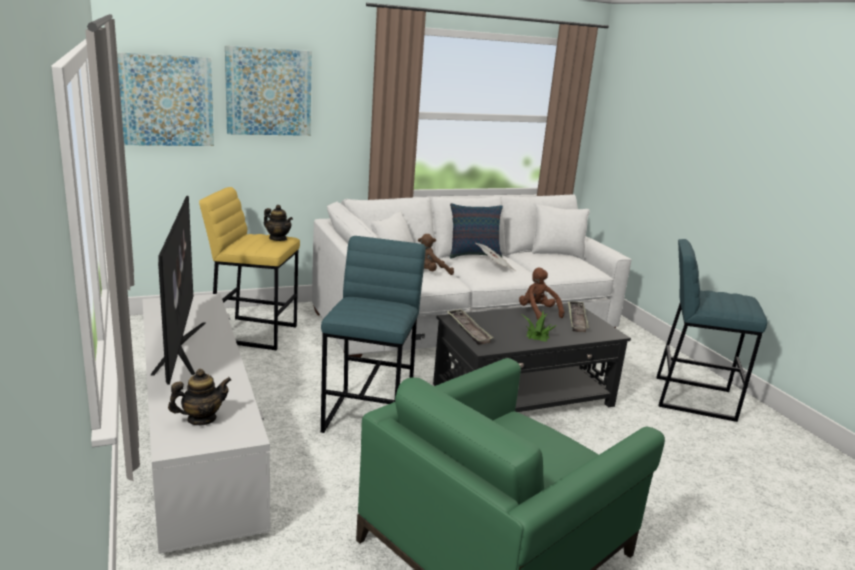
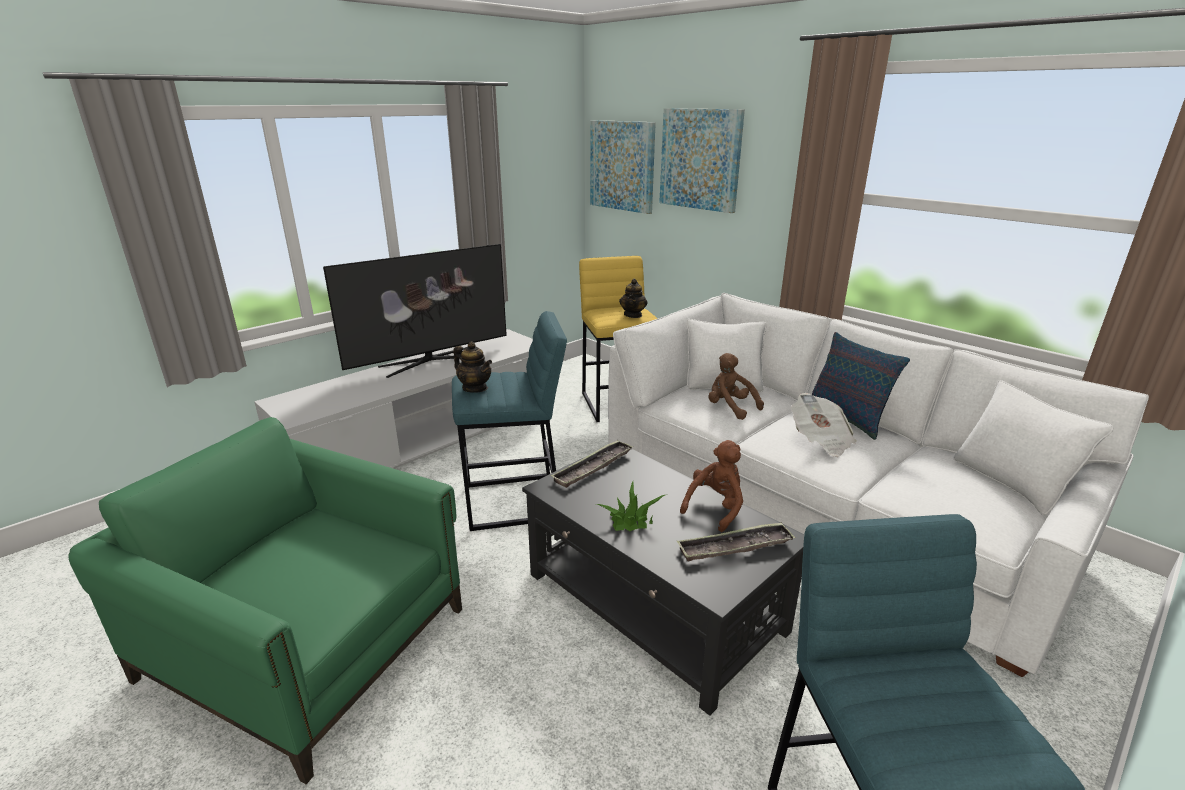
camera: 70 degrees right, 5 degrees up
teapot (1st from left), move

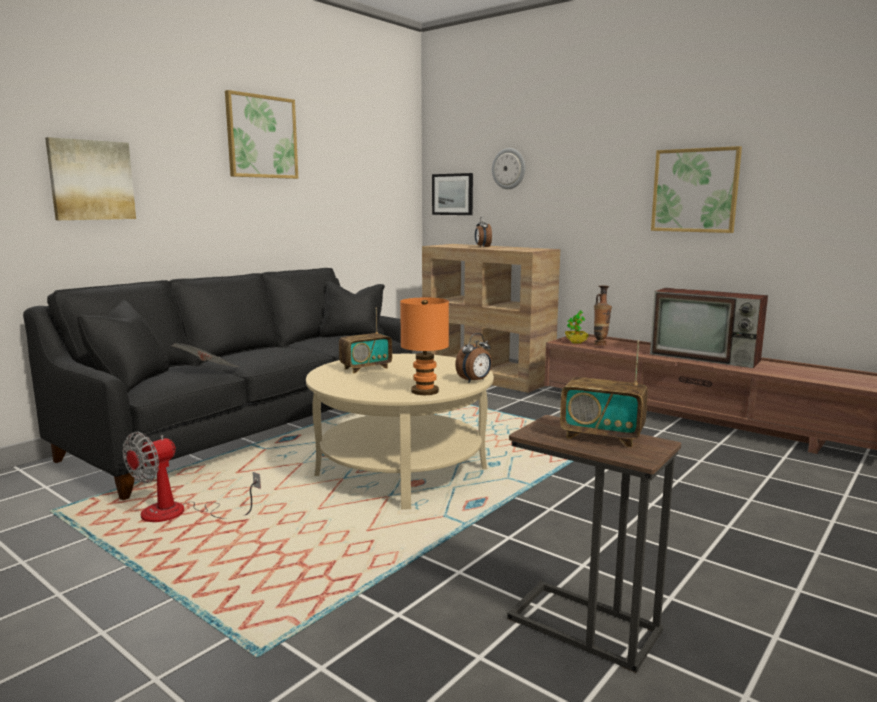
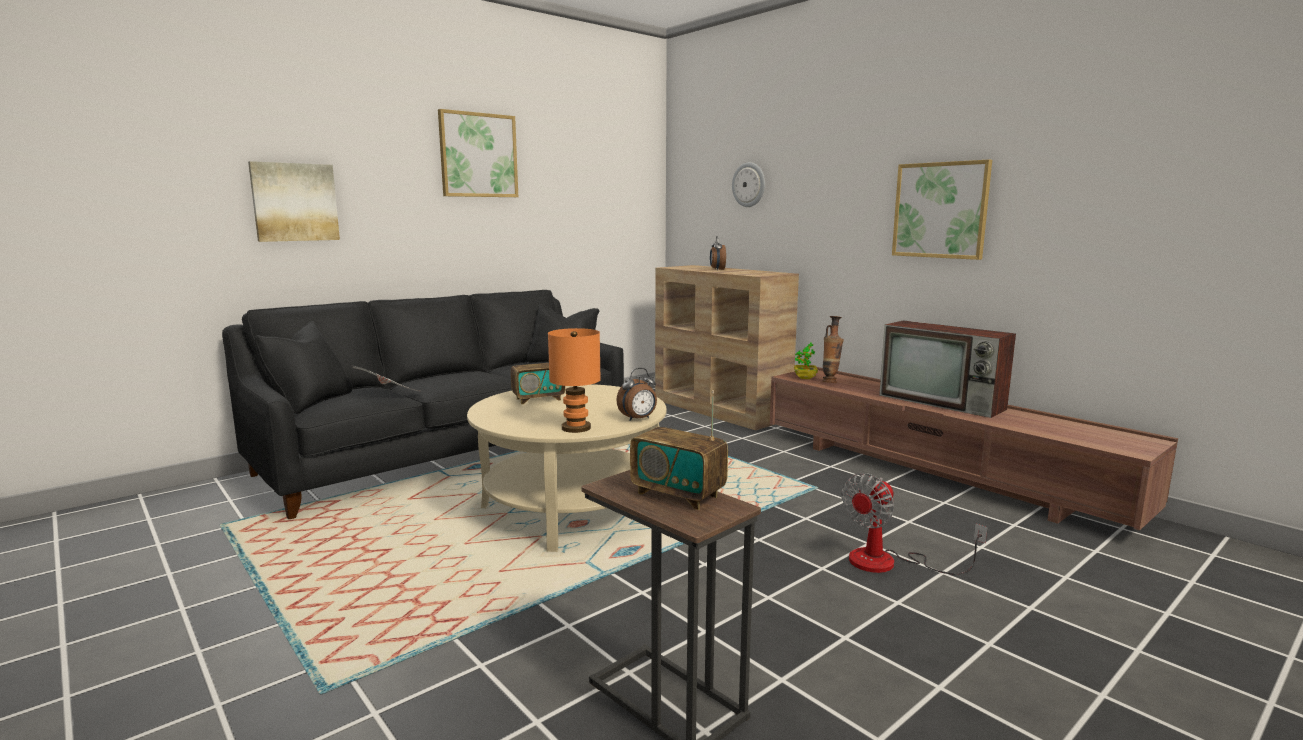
camera: 10 degrees right, 0 degrees up
picture (3rd from left) => nothing
fan, move

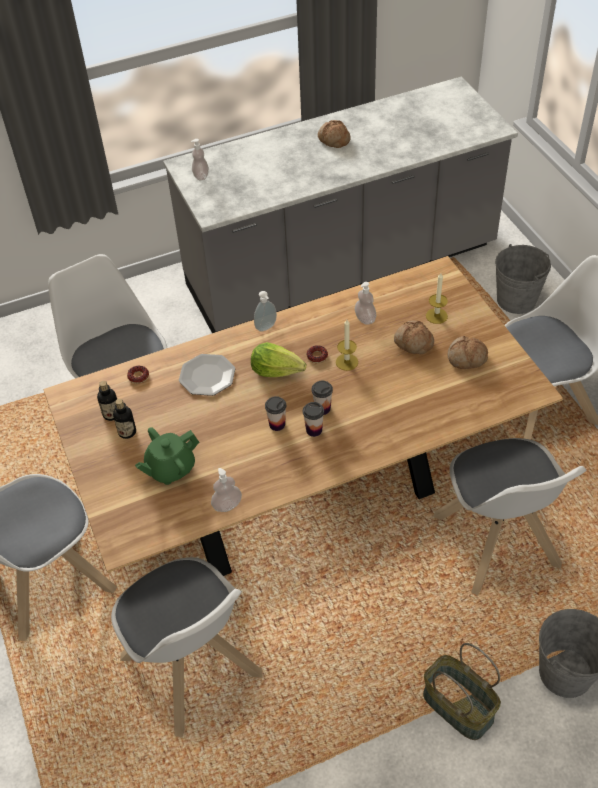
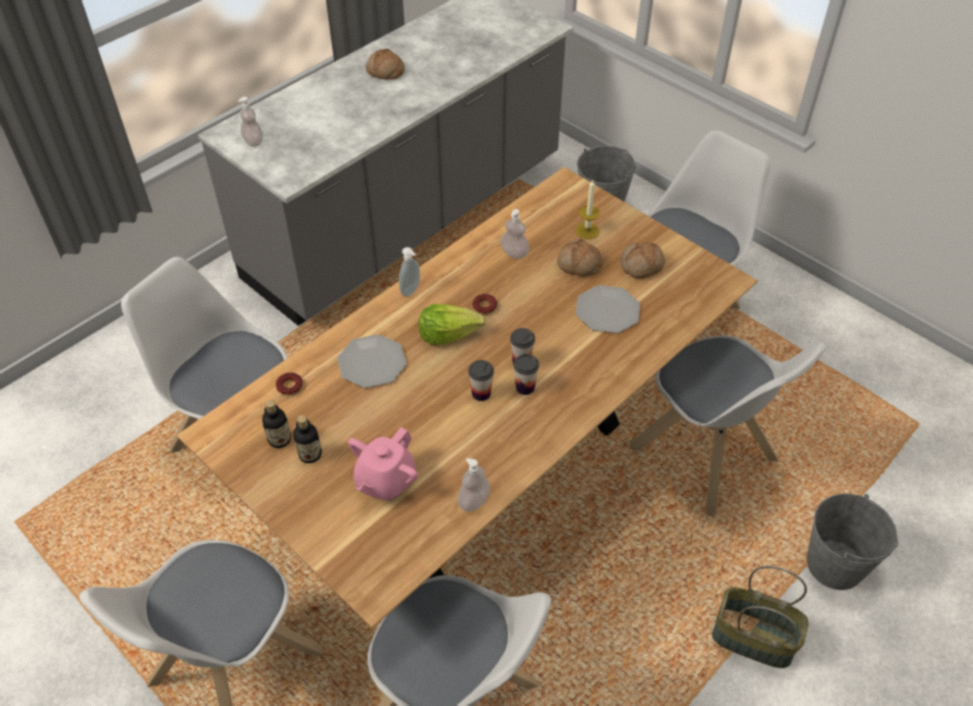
camera: 25 degrees left, 0 degrees up
wax light (1st from left) => nothing
nothing => plate (2nd from left)
teapot (greenish) => teapot (pink-coloured)

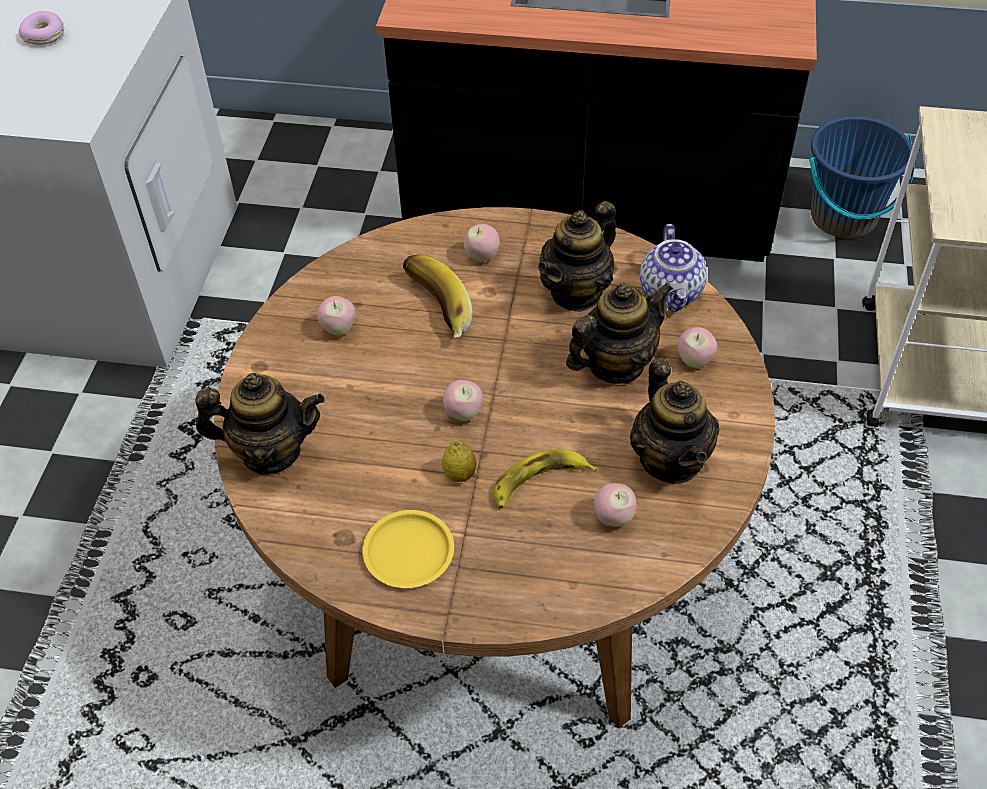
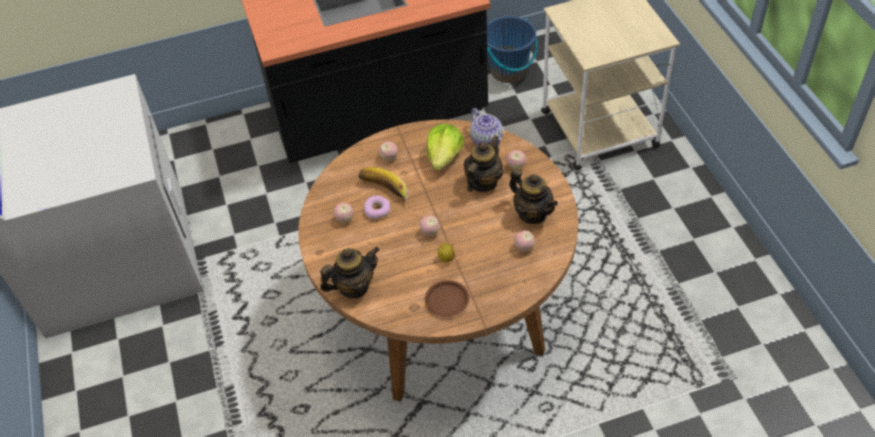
camera: 25 degrees left, 0 degrees up
banana fruit (2nd from left) => nothing
donut, move
teapot (2nd from left) => lettuce
plate (yellow-coloured) => plate (brown-coloured)

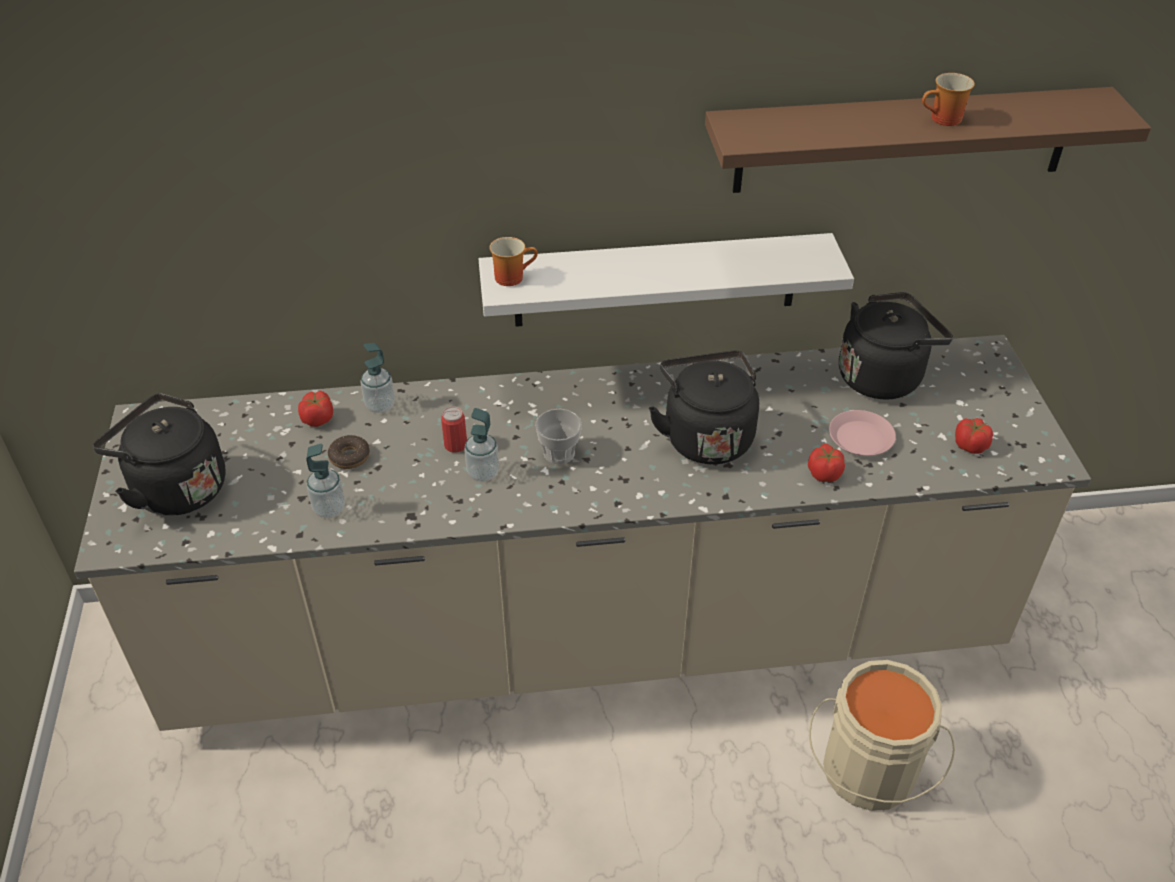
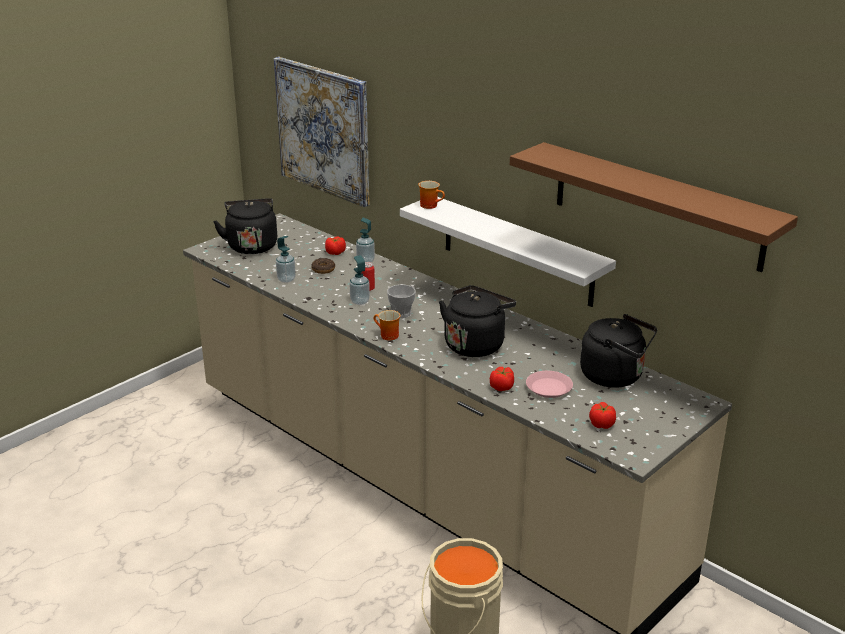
camera: 50 degrees right, 15 degrees down
nothing => picture
tea mug (2nd from left in the first image) => tea mug (1st from left), move

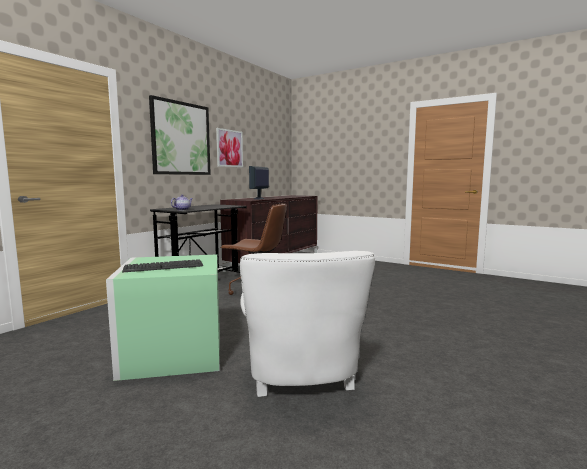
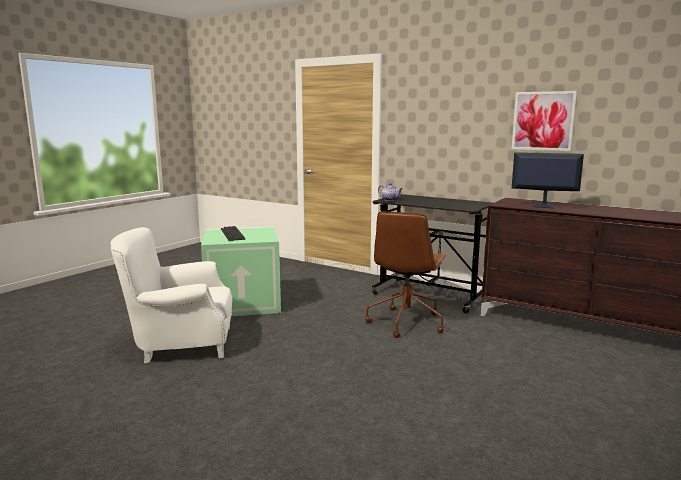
camera: 90 degrees right, 5 degrees up
picture (1st from left) => nothing

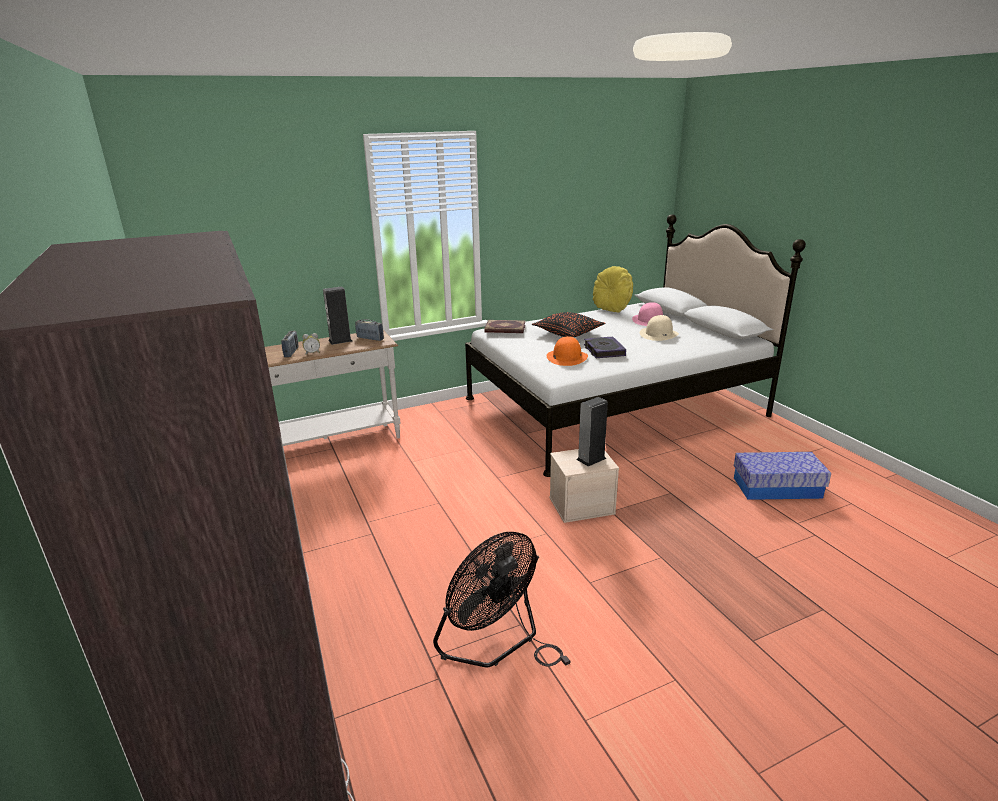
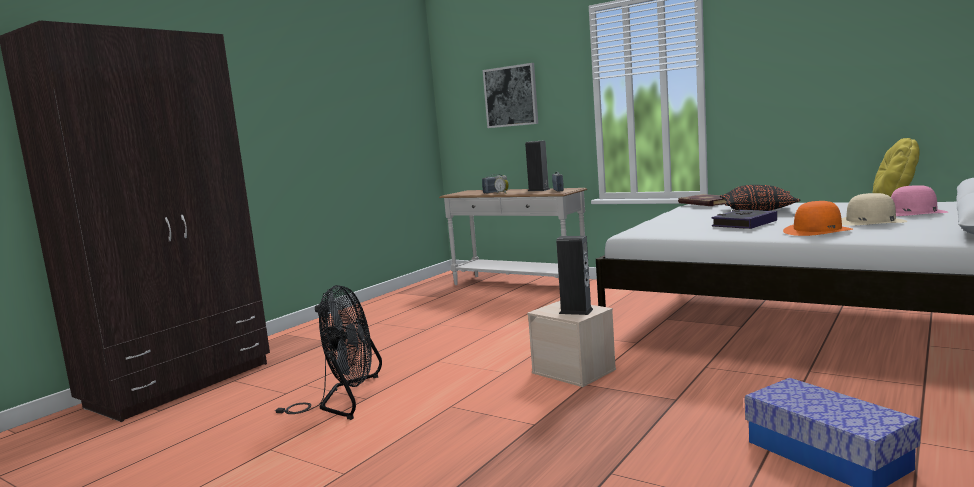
camera: 60 degrees right, 15 degrees down
nothing => picture
hat (orange), move
fan (blackish), 75 degrees clockwise

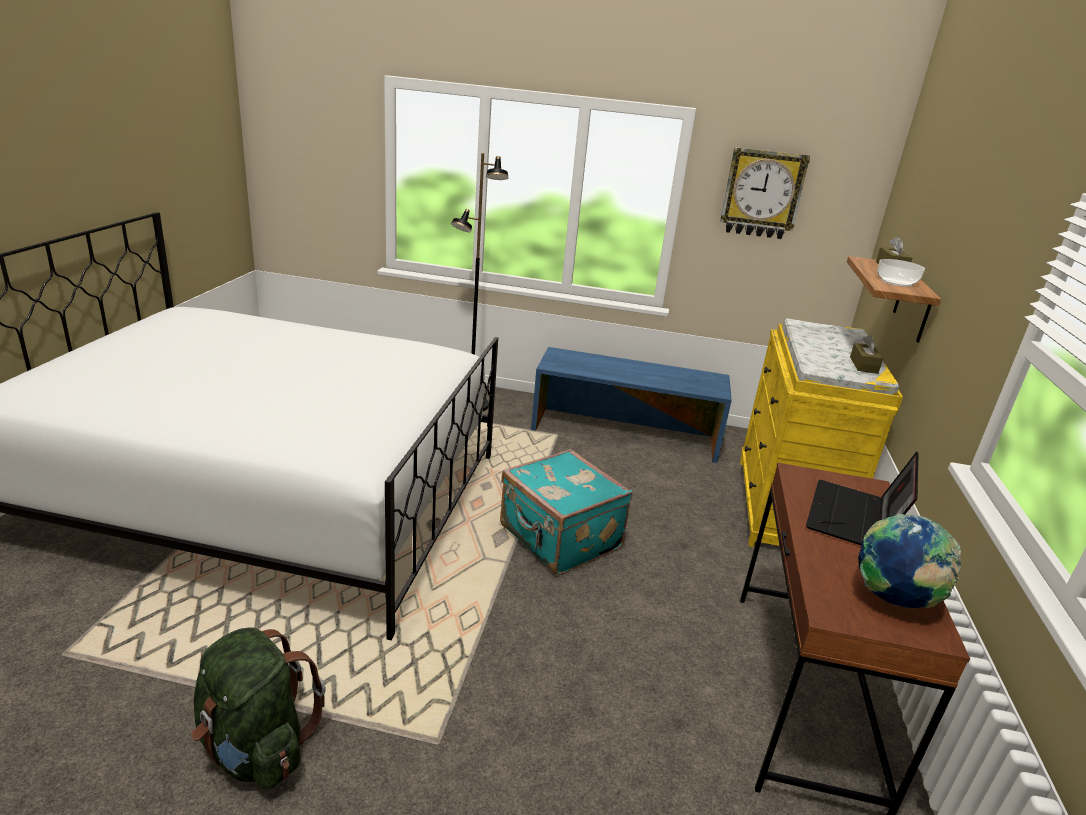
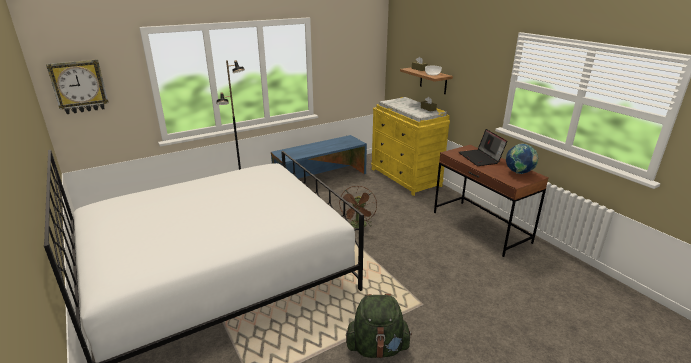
camera: 40 degrees left, 0 degrees up
clock on the wall, move
travel case (turquoise-coloured) => fan (brown-coloured)

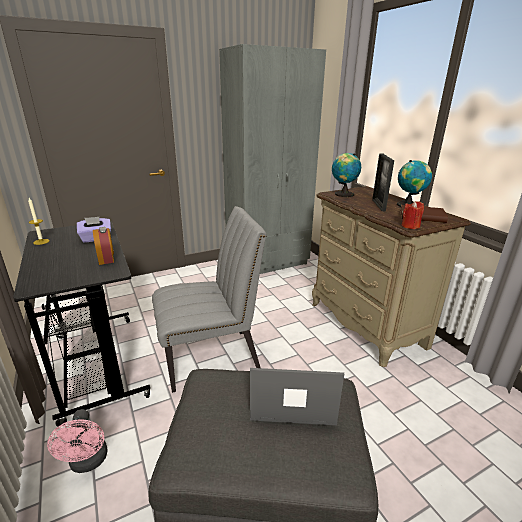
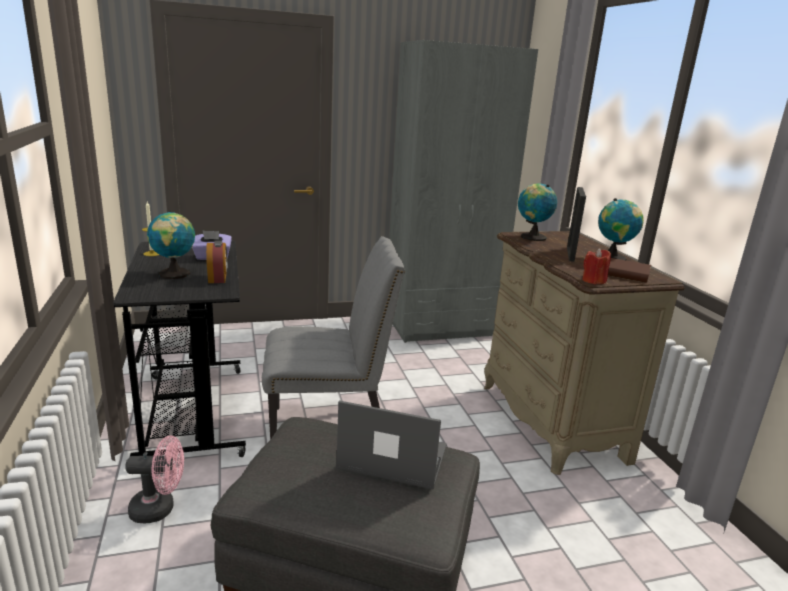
camera: 10 degrees right, 5 degrees down
nothing => desk globe (1st from left)
fan (pink-coloured), 90 degrees counterclockwise

